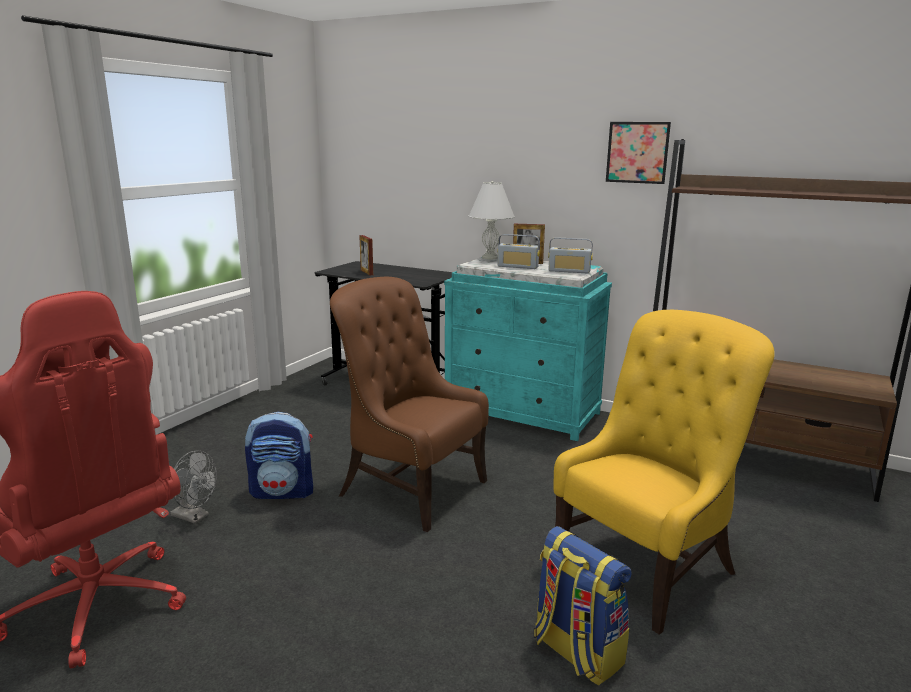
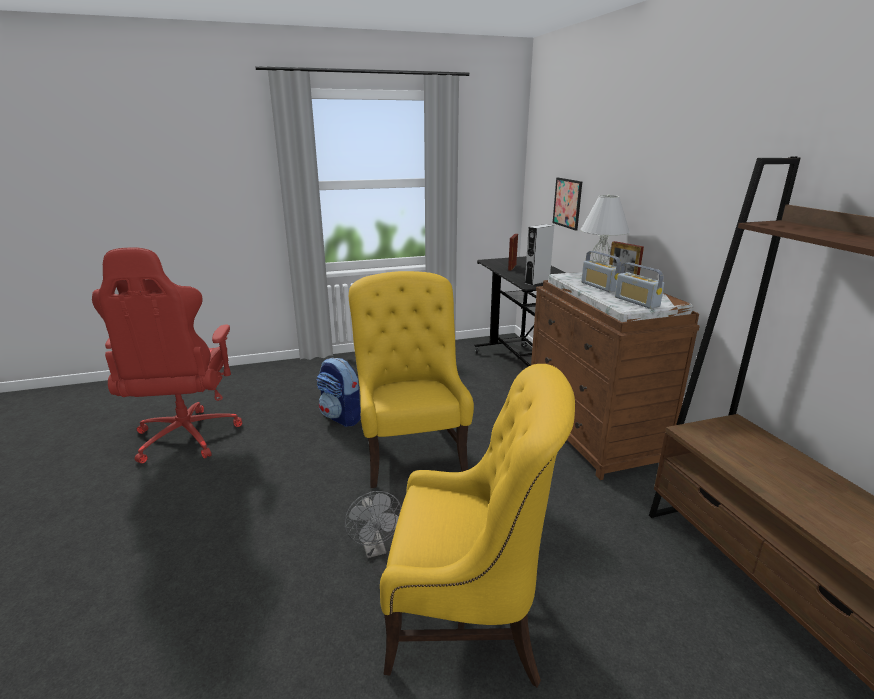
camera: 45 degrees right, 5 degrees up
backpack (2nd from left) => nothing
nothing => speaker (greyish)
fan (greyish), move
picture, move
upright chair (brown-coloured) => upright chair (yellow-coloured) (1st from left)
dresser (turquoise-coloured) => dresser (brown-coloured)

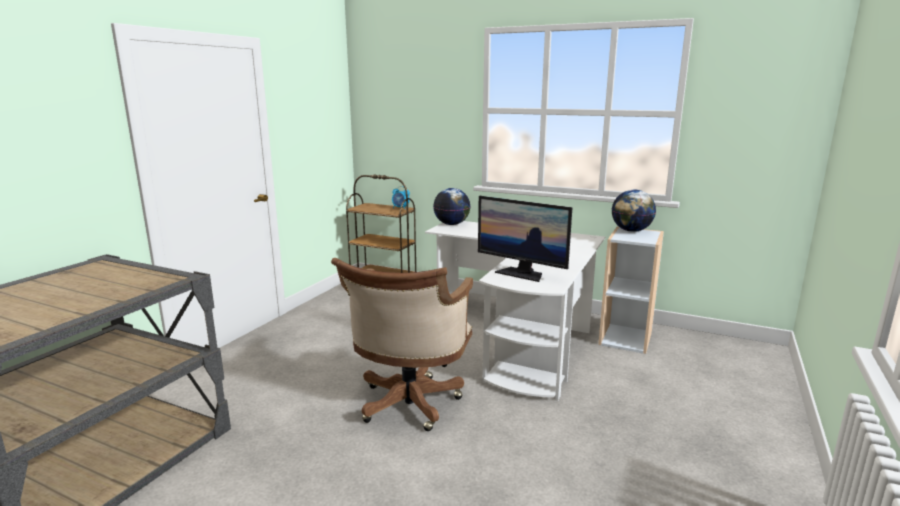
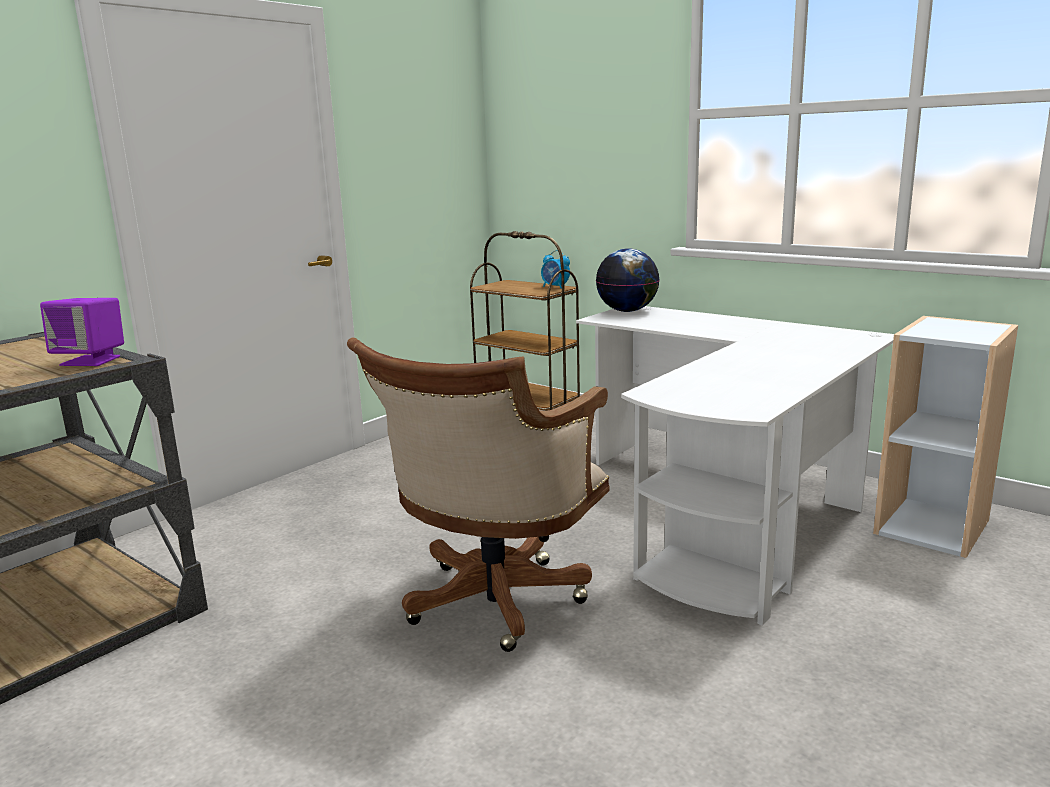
camera: 15 degrees right, 0 degrees up
computer screen => nothing
desk globe (2nd from left) => nothing
nothing => speaker (purplish)

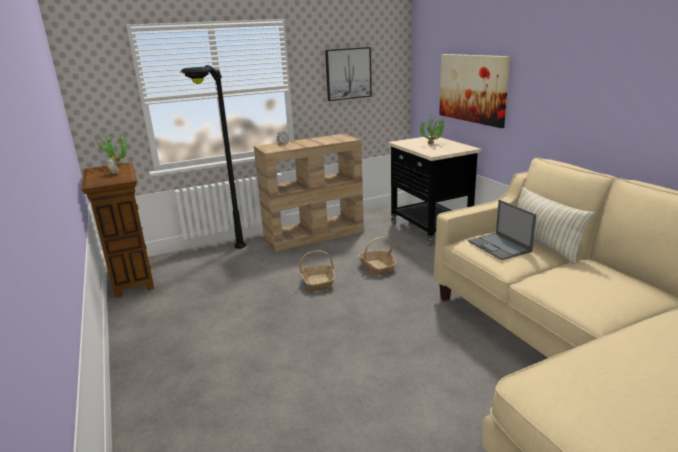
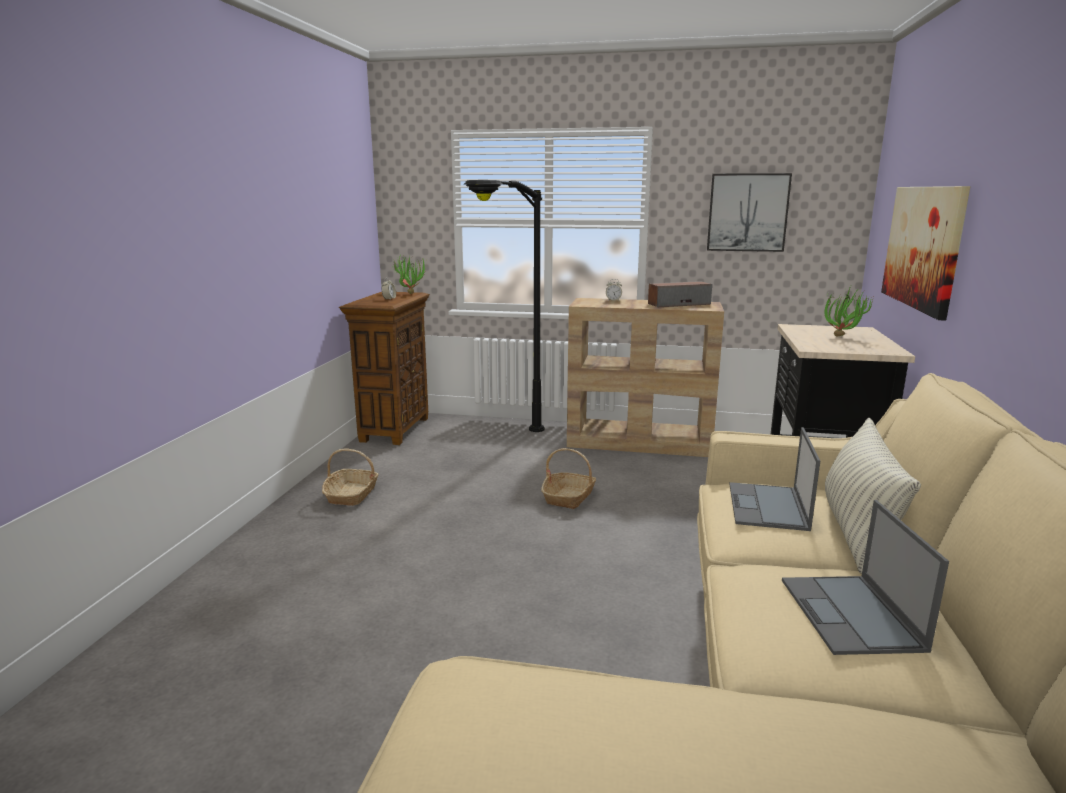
camera: 35 degrees right, 5 degrees down
nothing => speaker
nothing => laptop (2nd from left)
storage basket (2nd from left in the first image) => storage basket (1st from left), move

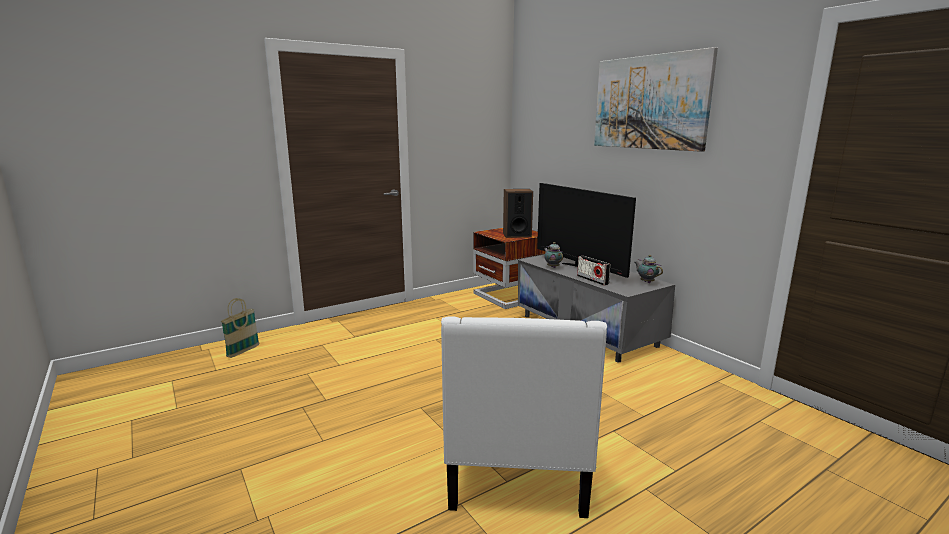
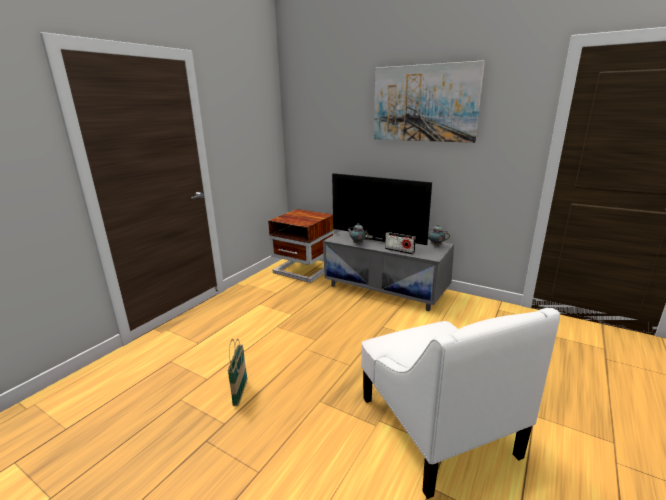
camera: 25 degrees left, 5 degrees up
speaker => nothing
storage basket, move

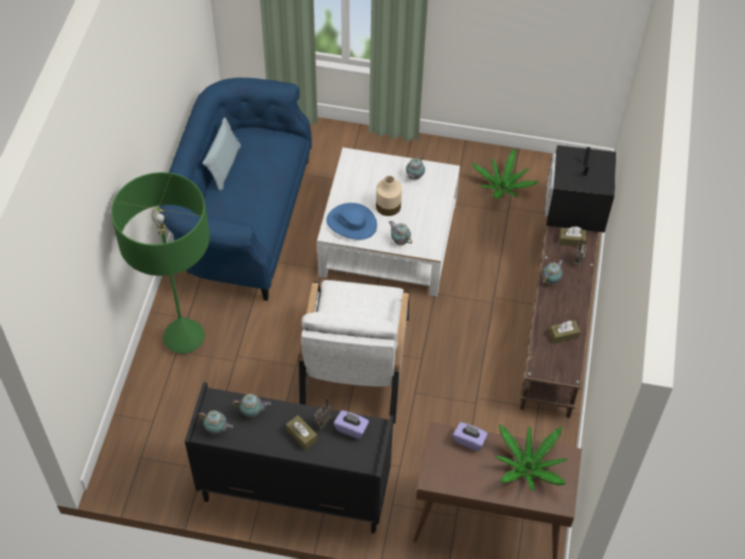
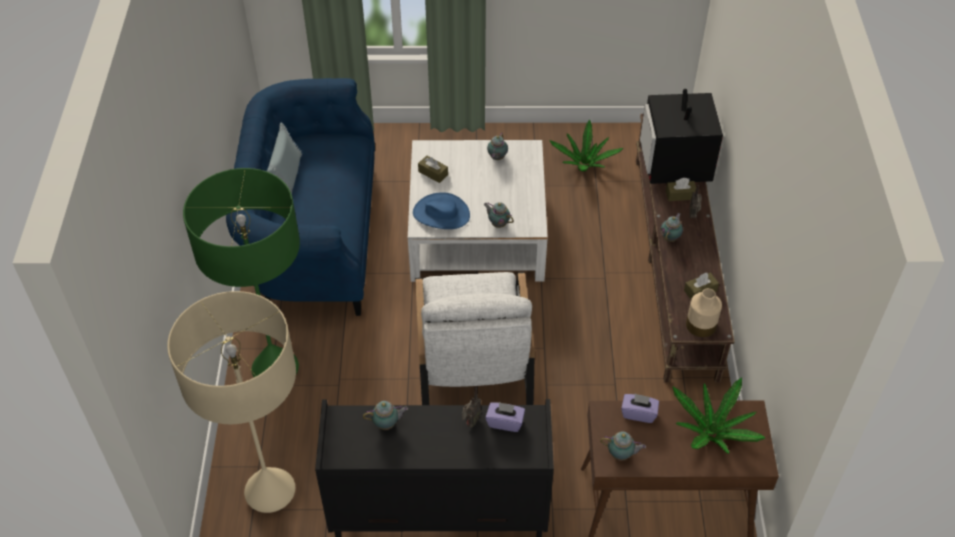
camera: 10 degrees left, 5 degrees down
nothing => floor lamp (sand-coloured)
teapot (1st from left in the first image) => teapot (4th from left), move
box of tissues (brown-coloured) (1st from left), move
flower vase (sand-coloured), move

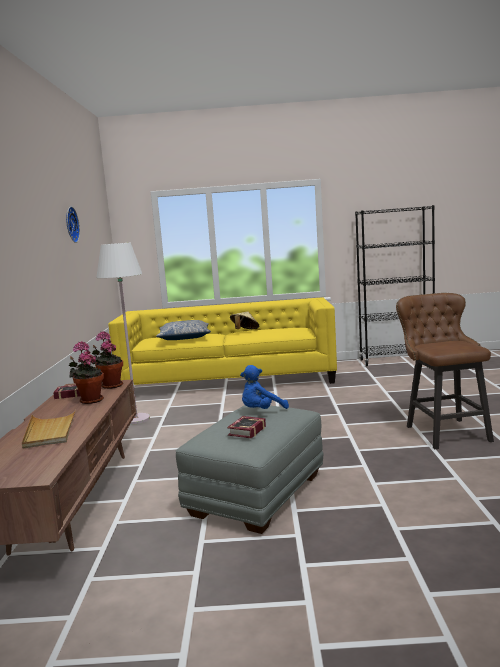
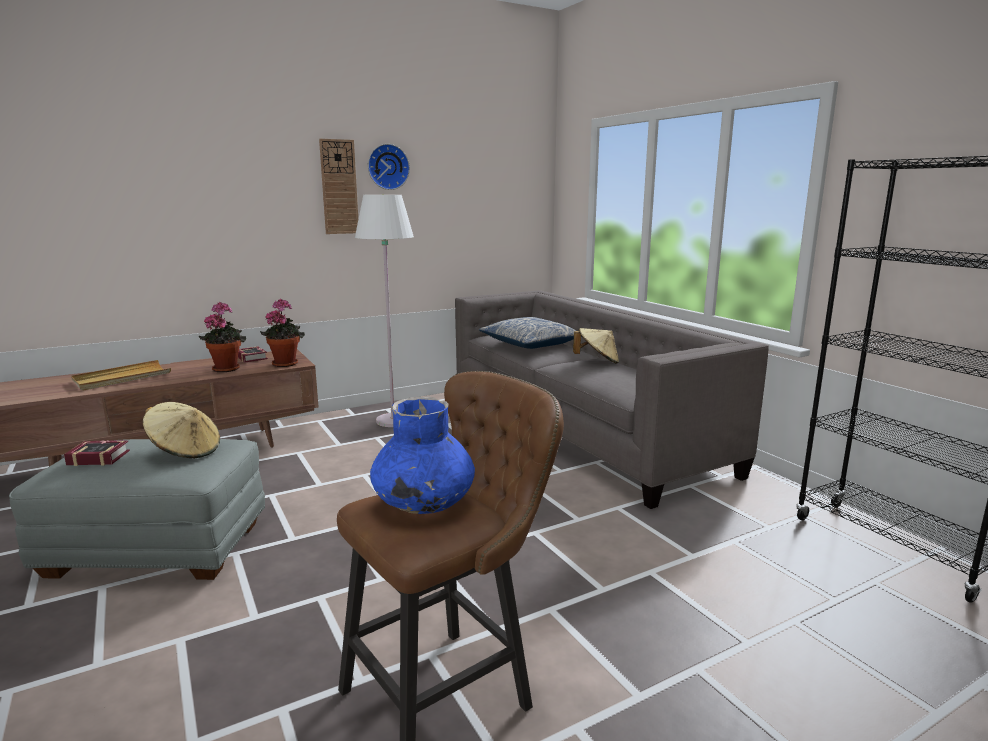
camera: 60 degrees right, 5 degrees up
nothing => clock on the wall (1st from left)
nothing => flower vase (blue)
soft toy (blue) => hat (sand-coloured) (1st from left)
sofa (yellow-coloured) => sofa (greyish)

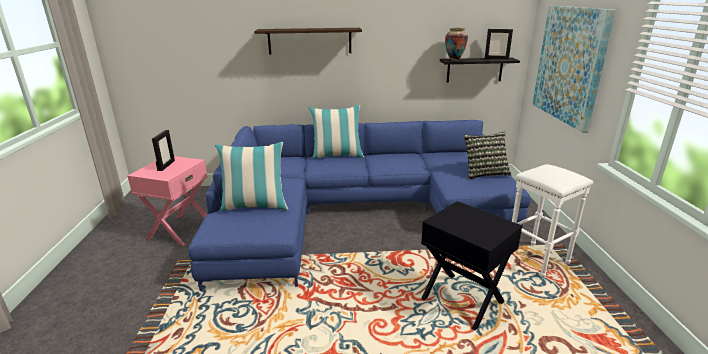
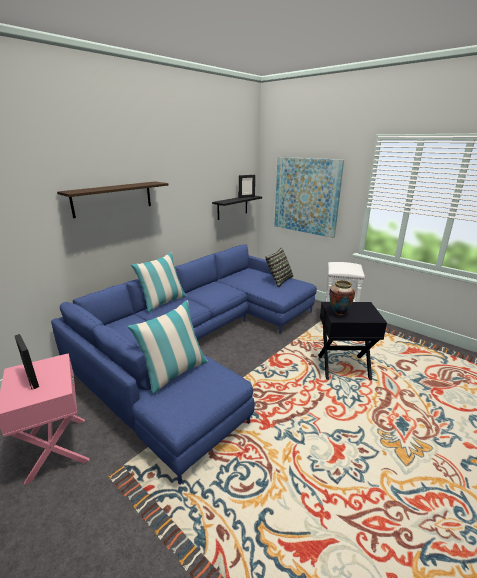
camera: 45 degrees left, 0 degrees up
flower vase, move

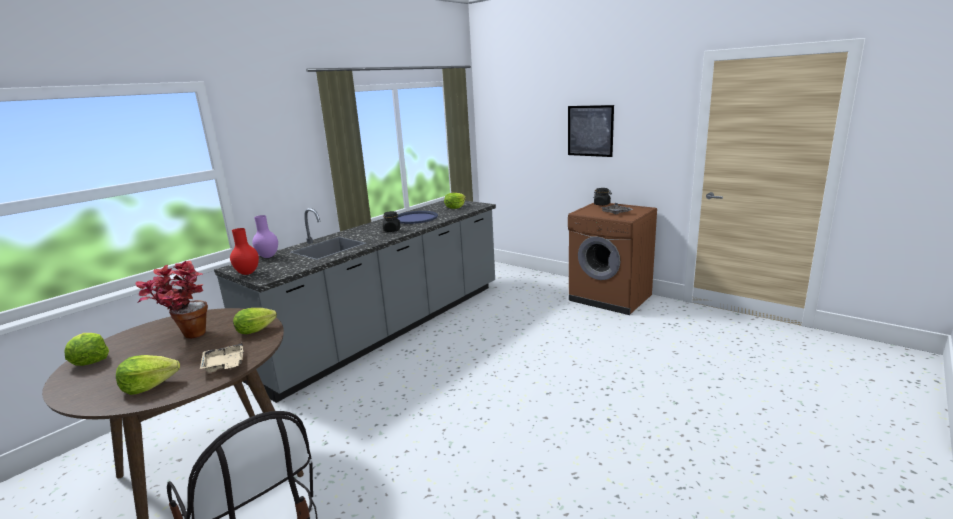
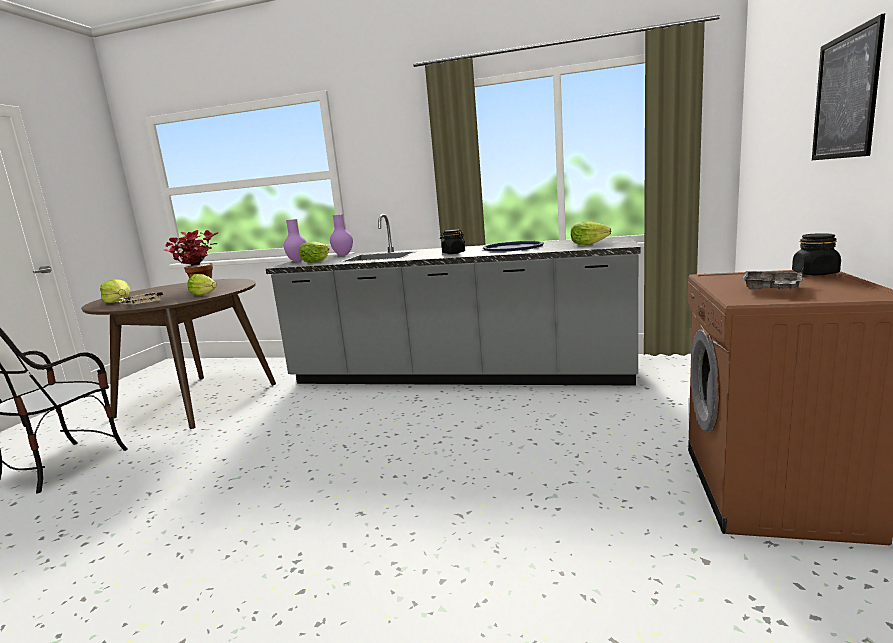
camera: 65 degrees right, 5 degrees down
lettuce (1st from left in the first image) => lettuce (3rd from left), move
flower vase (reddish) => flower vase (purplish) (1st from left)

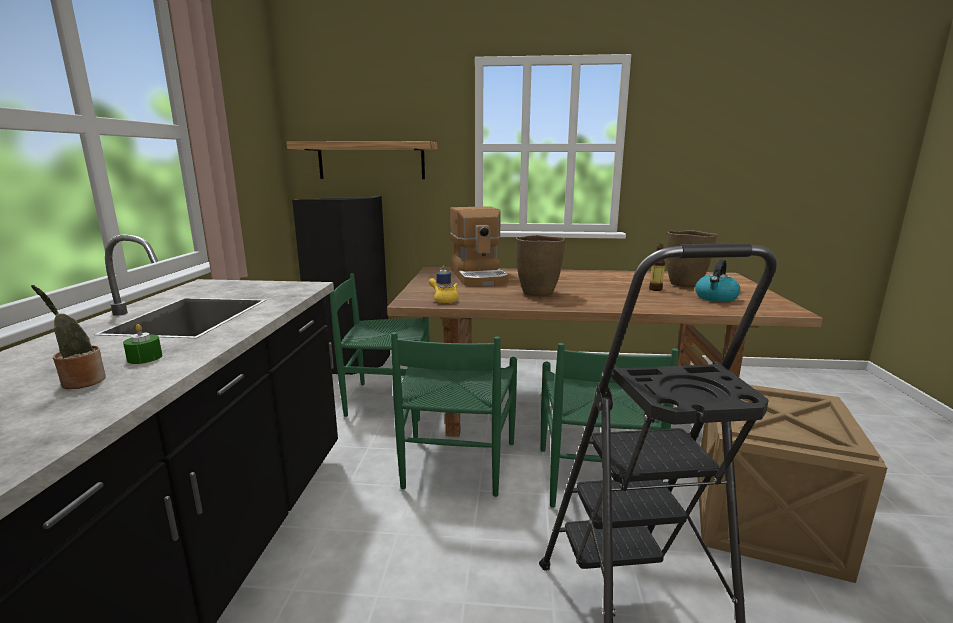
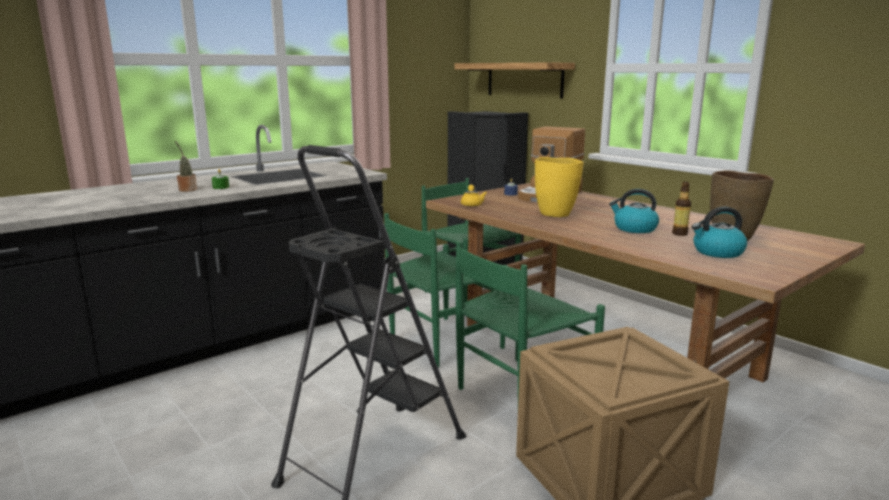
camera: 45 degrees right, 0 degrees up
nothing => water kettle (1st from left)
flower vase (brown-coloured) (1st from left) => flower vase (yellow-coloured)

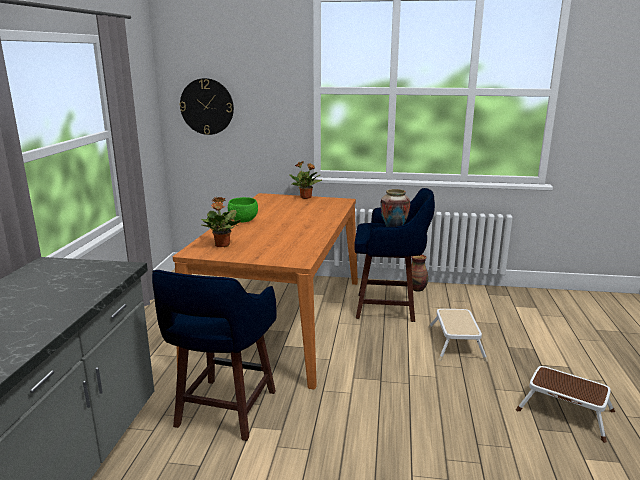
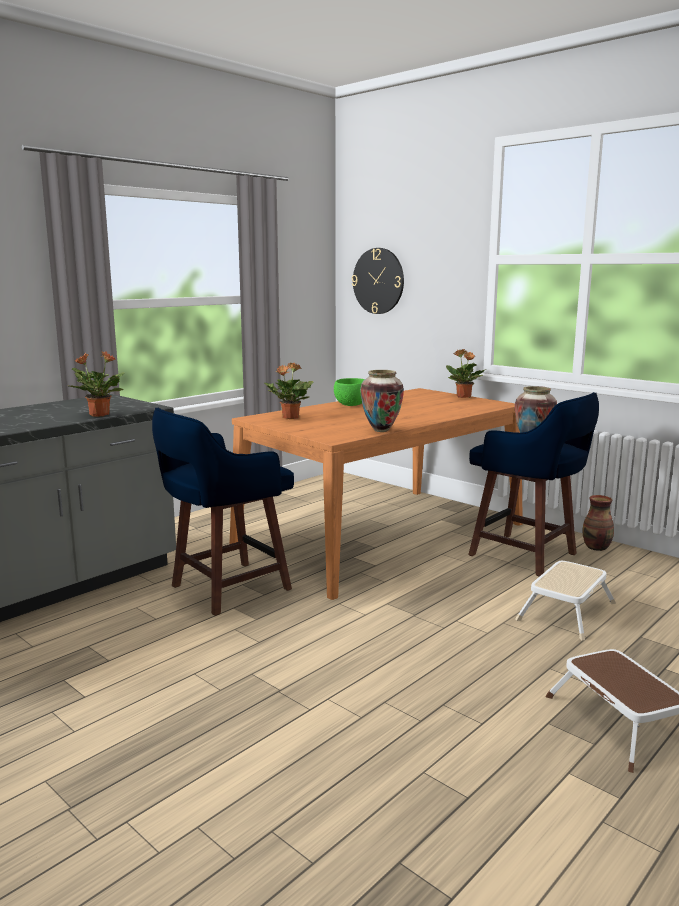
camera: 35 degrees right, 5 degrees down
nothing => potted plant (1st from left)
nothing => flower vase (1st from left)

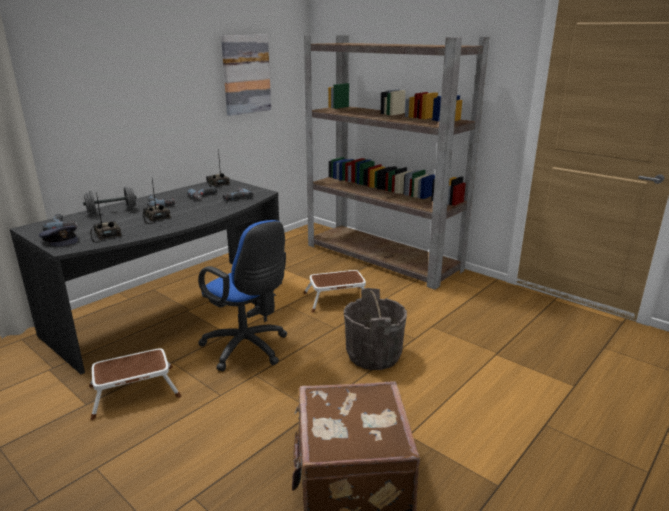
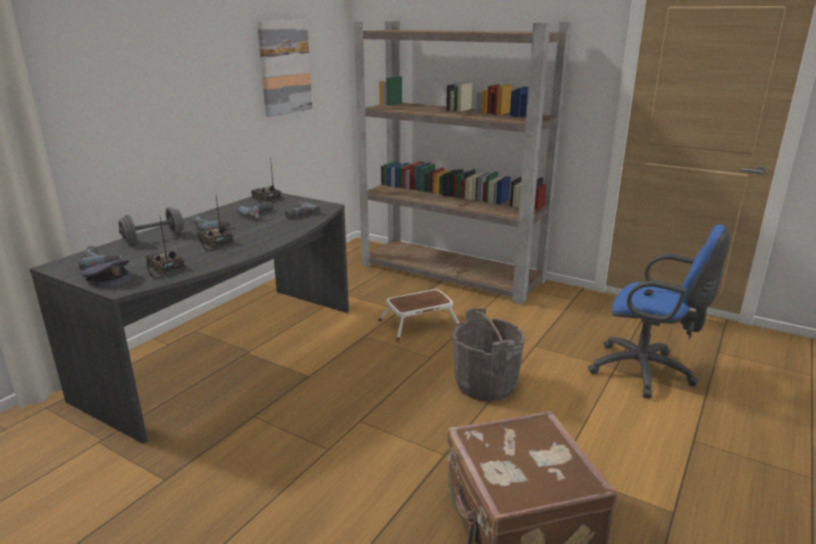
camera: 10 degrees left, 0 degrees up
step ladder (brown-coloured) (1st from left) => nothing
desk chair (blue), move

